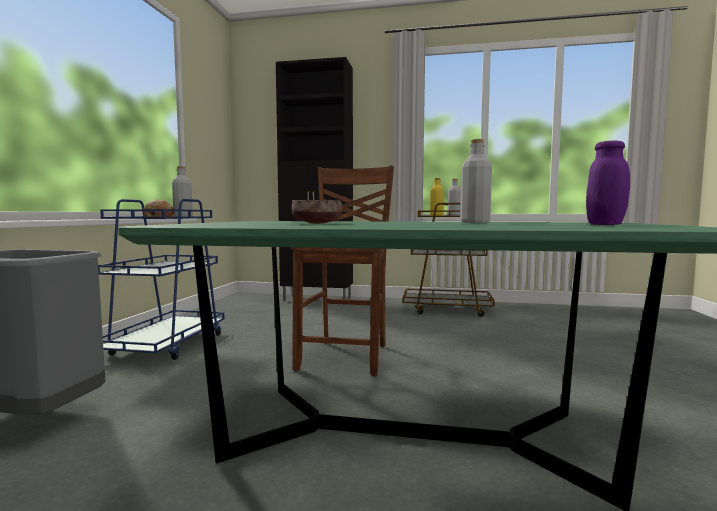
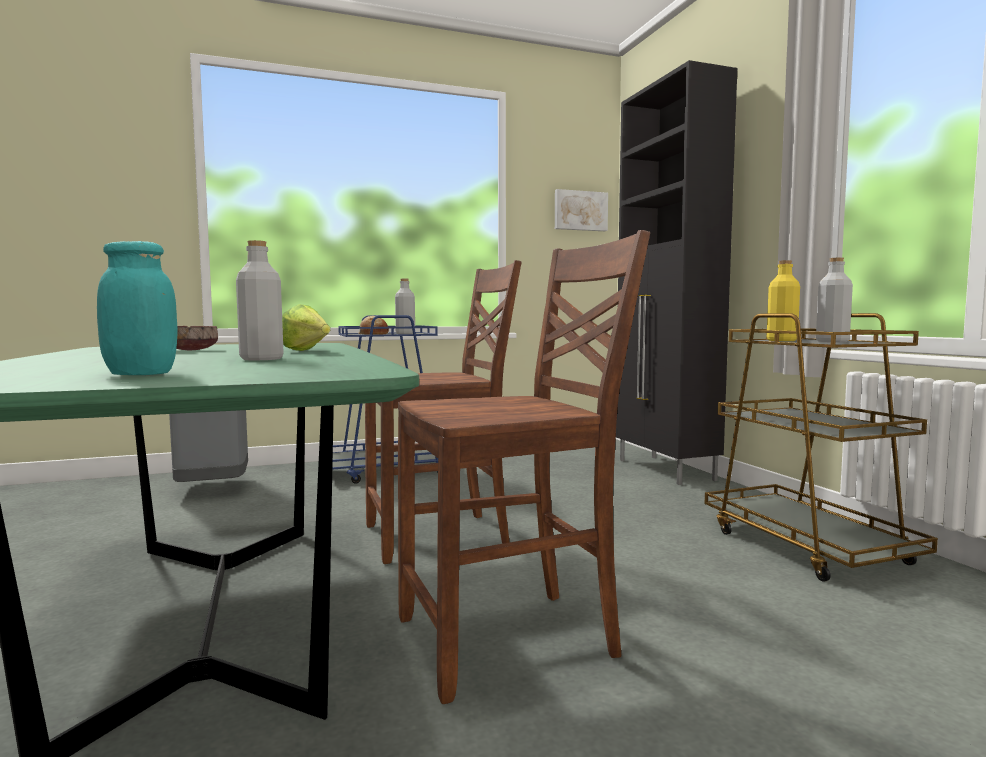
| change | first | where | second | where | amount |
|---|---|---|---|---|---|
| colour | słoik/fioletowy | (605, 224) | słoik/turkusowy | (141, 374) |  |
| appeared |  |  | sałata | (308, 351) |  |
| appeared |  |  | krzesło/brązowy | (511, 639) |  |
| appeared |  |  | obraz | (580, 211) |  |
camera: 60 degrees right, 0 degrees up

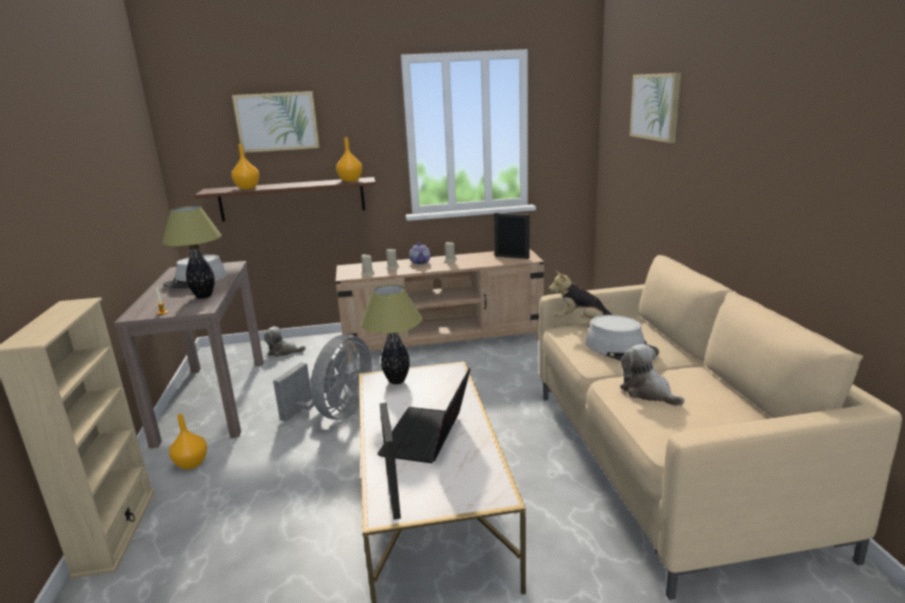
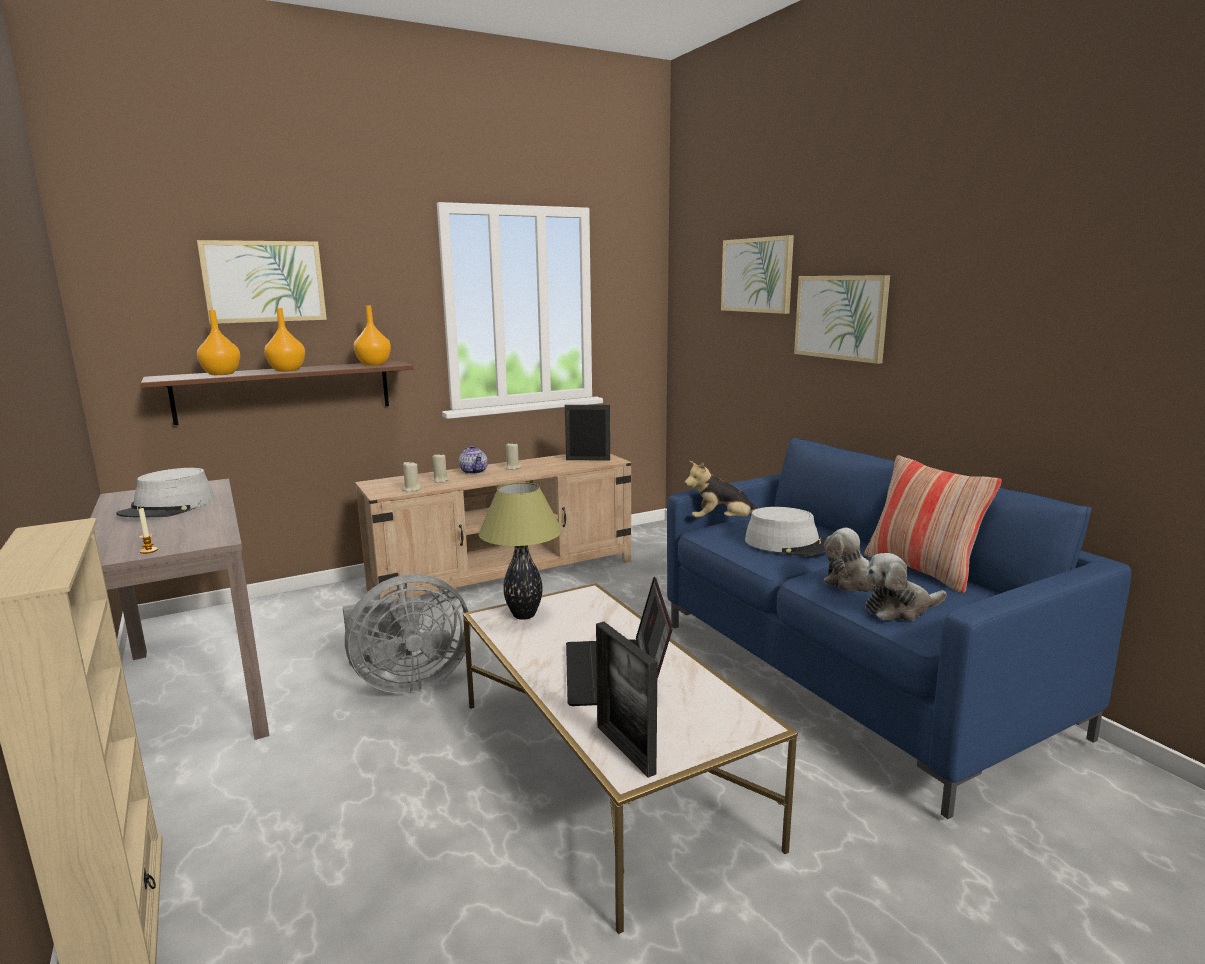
| change | first | where | second | where | amount |
|---|---|---|---|---|---|
| missing | lampa stołowa | (204, 296) |  |  |  |
| relocated | wazon/pomarańczowy | (191, 464) |  | (286, 370) |  |
| relocated | pluszak | (283, 351) |  | (899, 609) |  |
| spun | wentylator/szary | (336, 413) |  | (407, 681) | 60 degrees clockwise |
| colour | kanapa/beżowy | (665, 464) | kanapa/niebieski | (849, 677) |  |
| appeared |  |  | obraz | (840, 317) |  |
| appeared |  |  | poduszka | (921, 570) |  |
camera: 20 degrees left, 5 degrees down

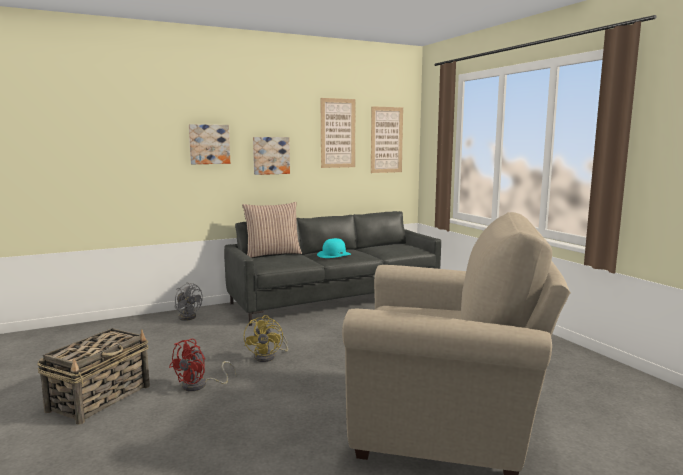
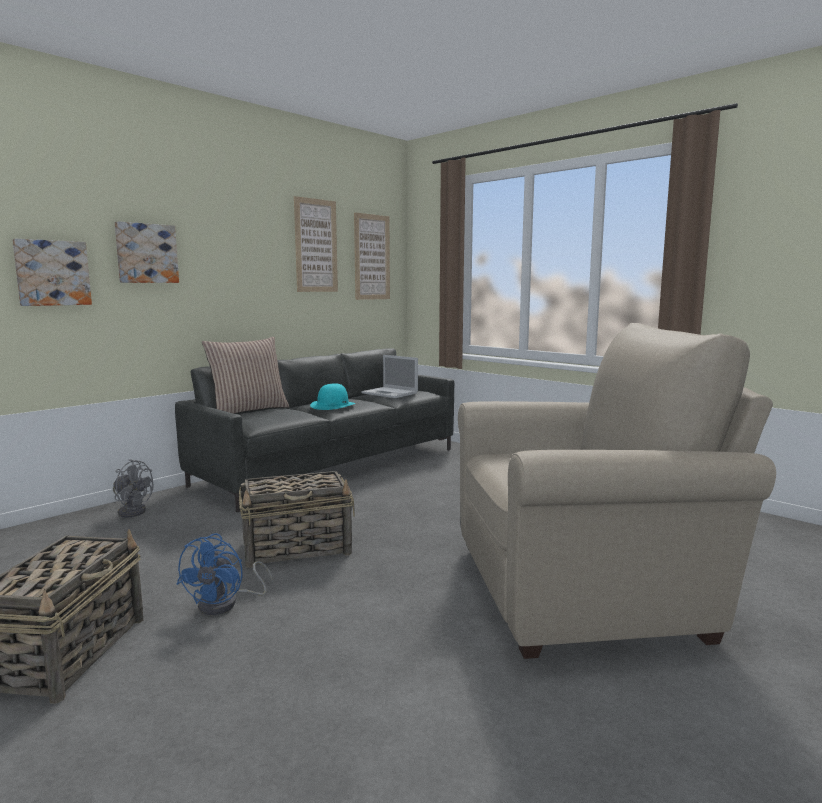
| change | first | where | second | where | amount |
|---|---|---|---|---|---|
| colour | wentylator/czerwony | (200, 385) | wentylator/niebieski | (226, 604) |  |
| exchanged | wentylator/żółty | (268, 356) | koszyk | (298, 548) |  |
| relocated | obraz | (271, 155) |  | (52, 273) |  |
| appeared |  |  | laptop | (390, 393) |  |
camera: 20 degrees left, 0 degrees up

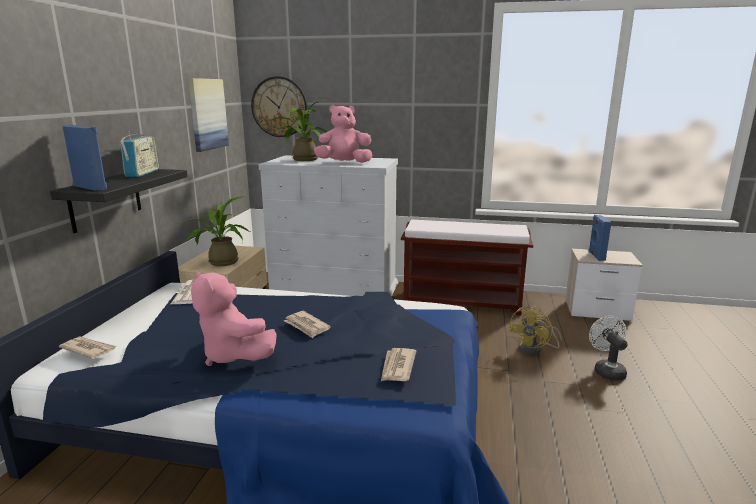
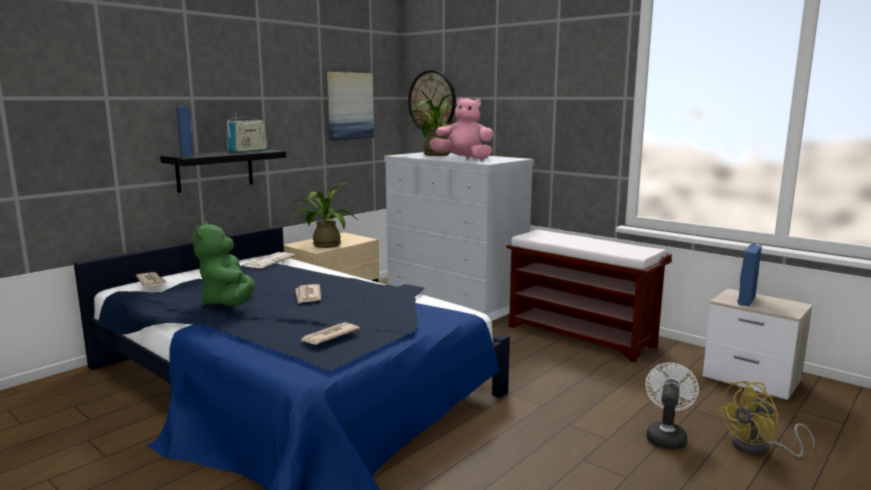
| change | first | where | second | where | amount |
|---|---|---|---|---|---|
| colour | pluszak/różowy | (234, 355) | pluszak/zielony | (229, 303) |  |
| relocated | wentylator/żółty | (535, 349) |  | (759, 448) |  |
camera: 30 degrees right, 5 degrees down

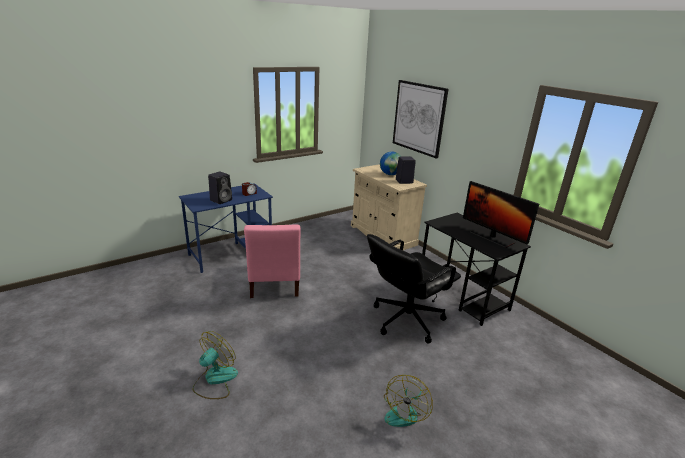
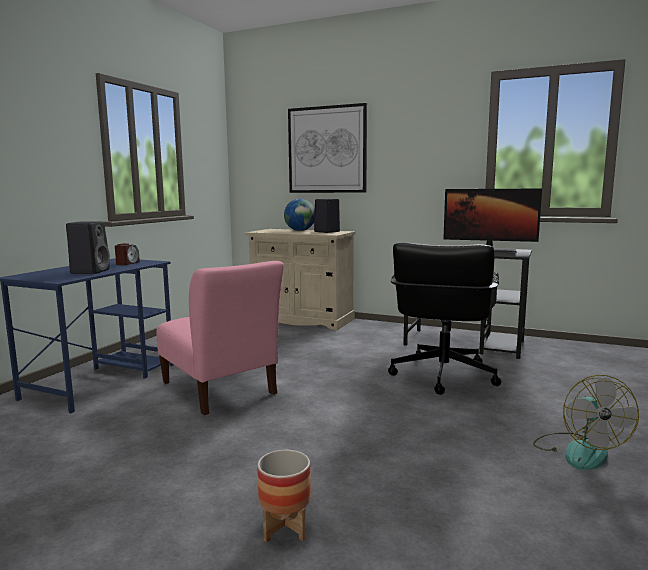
| change | first | where | second | where | amount |
|---|---|---|---|---|---|
| exchanged | wentylator | (215, 380) | donica | (285, 528) |  |
camera: 30 degrees left, 15 degrees down

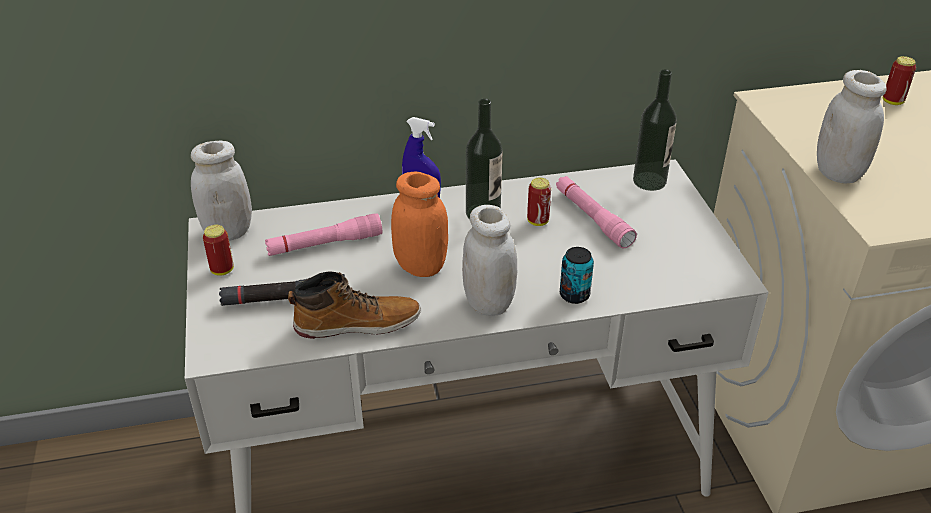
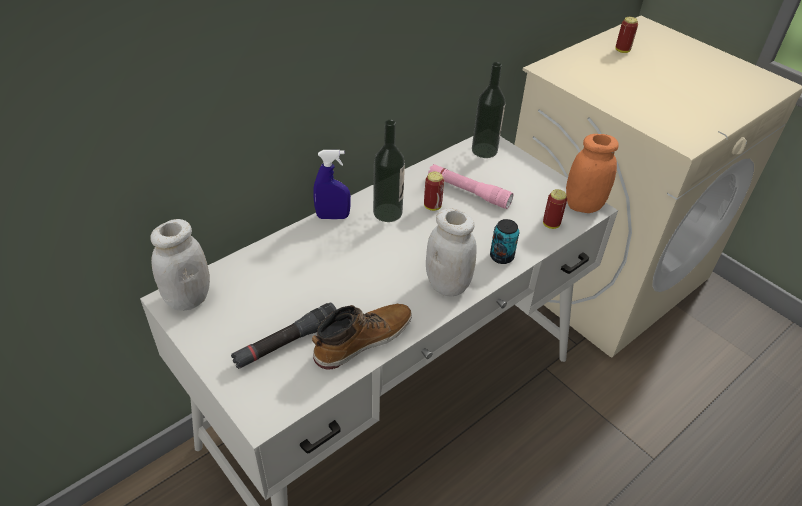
| change | first | where | second | where | amount |
|---|---|---|---|---|---|
| relocated | puszka | (222, 270) |  | (551, 224) |  |
| missing | latarka/różowy | (325, 244) |  |  |  |
| relocated | słoik/pomarańczowy | (420, 266) |  | (583, 205) |  |
| missing | słoik/biały | (838, 173) |  |  |  |
camera: 30 degrees left, 5 degrees up

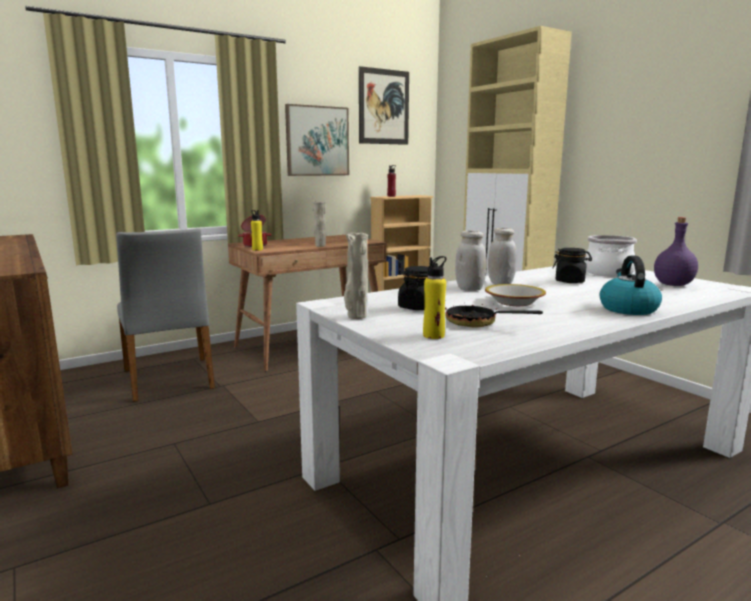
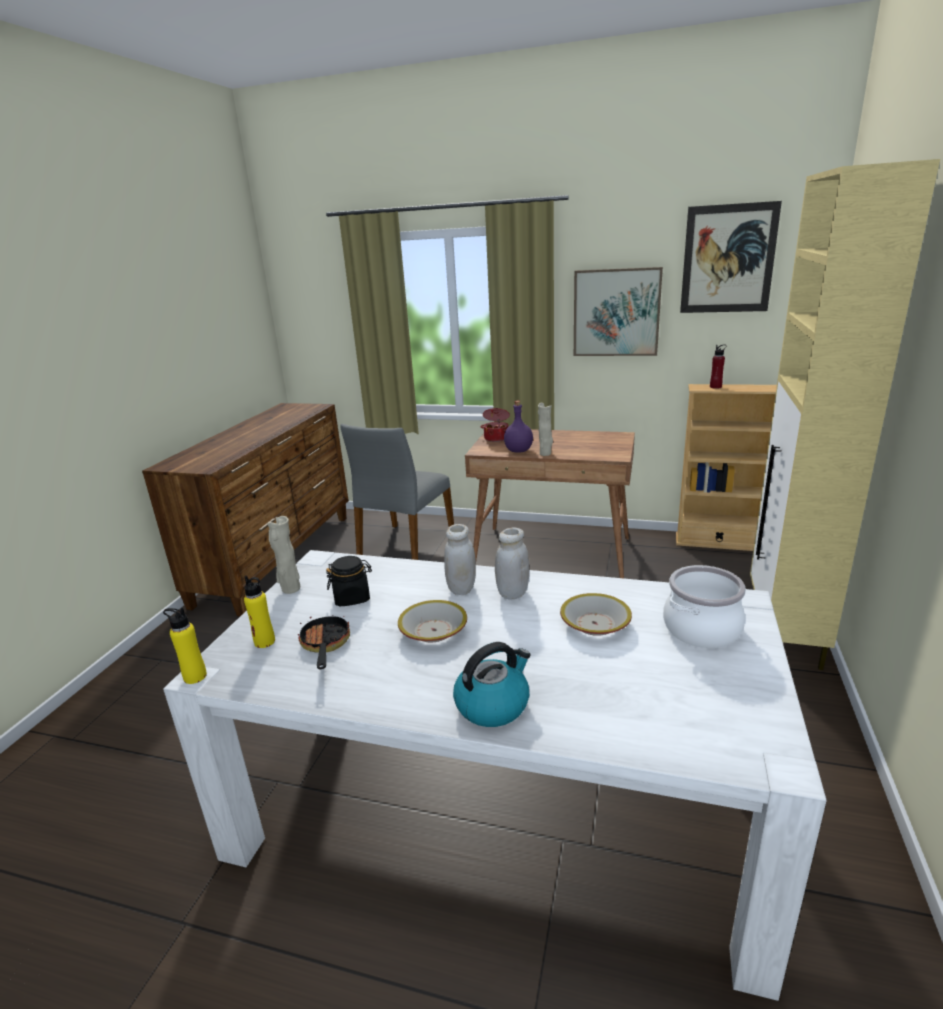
| change | first | where | second | where | amount |
|---|---|---|---|---|---|
| relocated | butelka/żółty | (257, 249) |  | (195, 676) |  |
| exchanged | słoik/czarny | (570, 281) | miska | (594, 624) |  |
| relocated | butelka/fioletowy | (672, 284) |  | (519, 450) |  |
camera: 50 degrees right, 10 degrees up

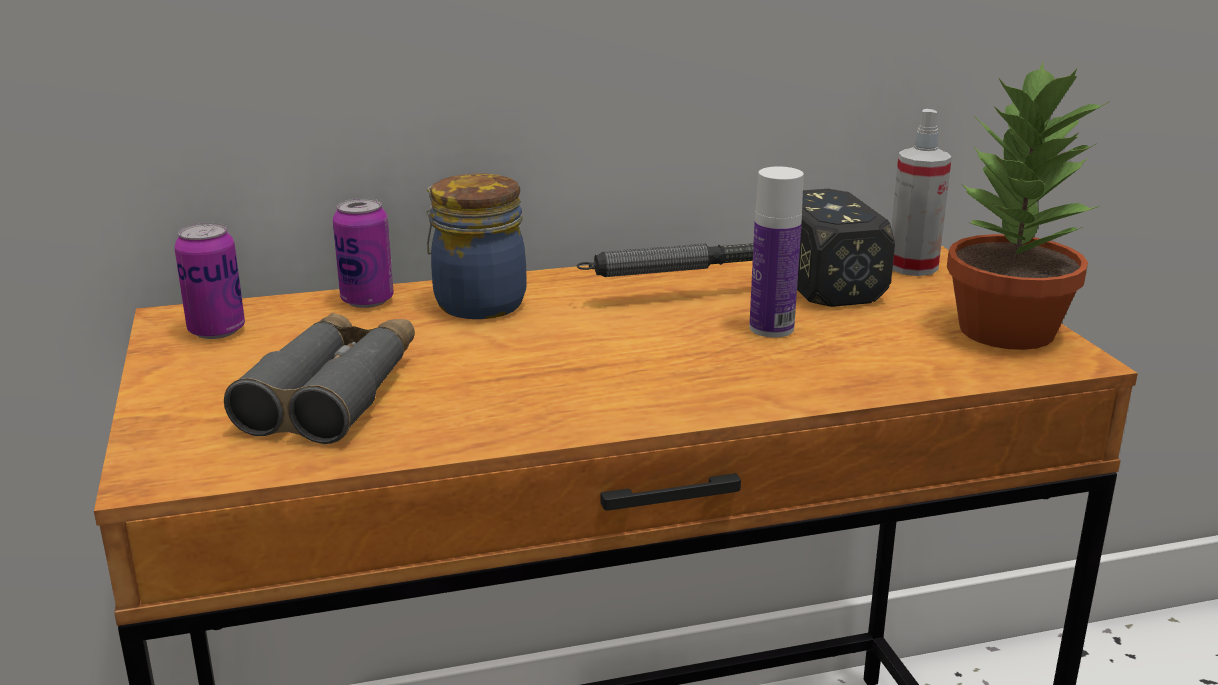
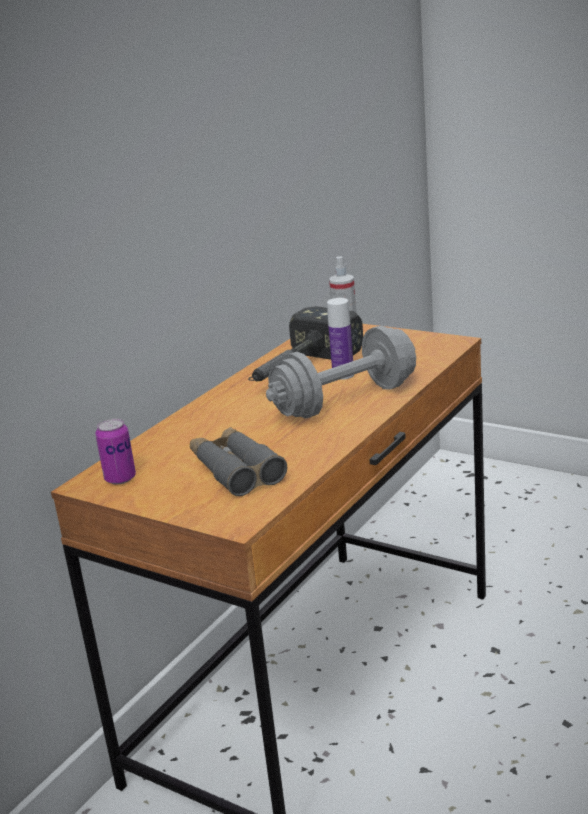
| change | first | where | second | where | amount |
|---|---|---|---|---|---|
| missing | puszka | (367, 300) |  |  |  |
| missing | słoik | (476, 303) |  |  |  |
| missing | roślina doniczkowa | (1005, 331) |  |  |  |
| appeared |  |  | hantel/szary | (345, 401) |  |
camera: 40 degrees left, 0 degrees up

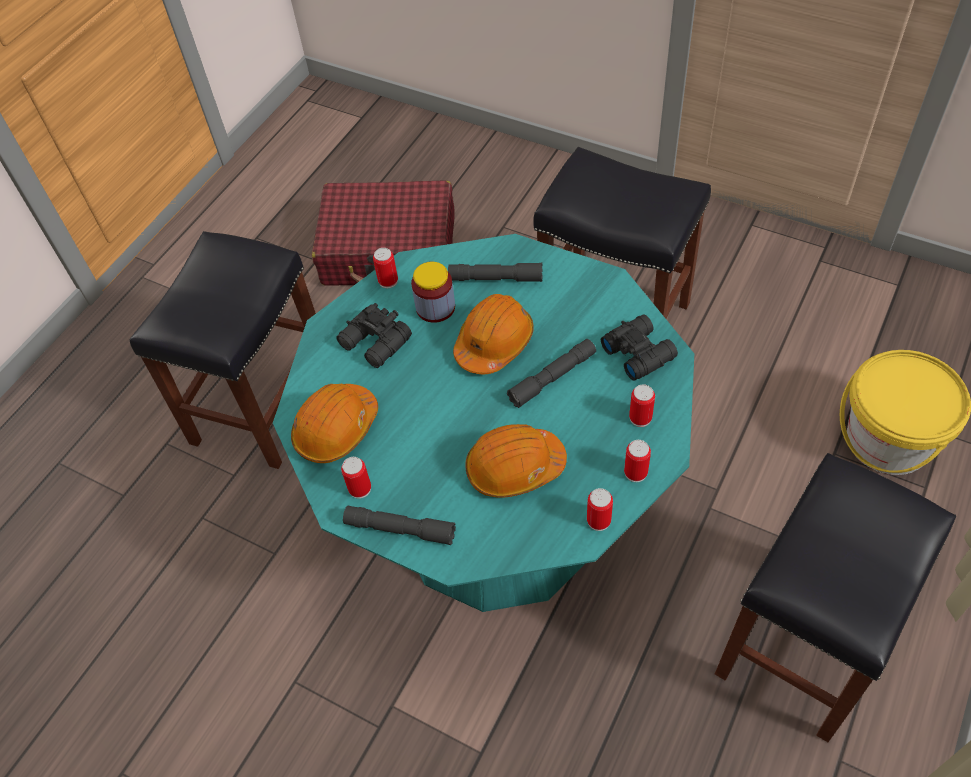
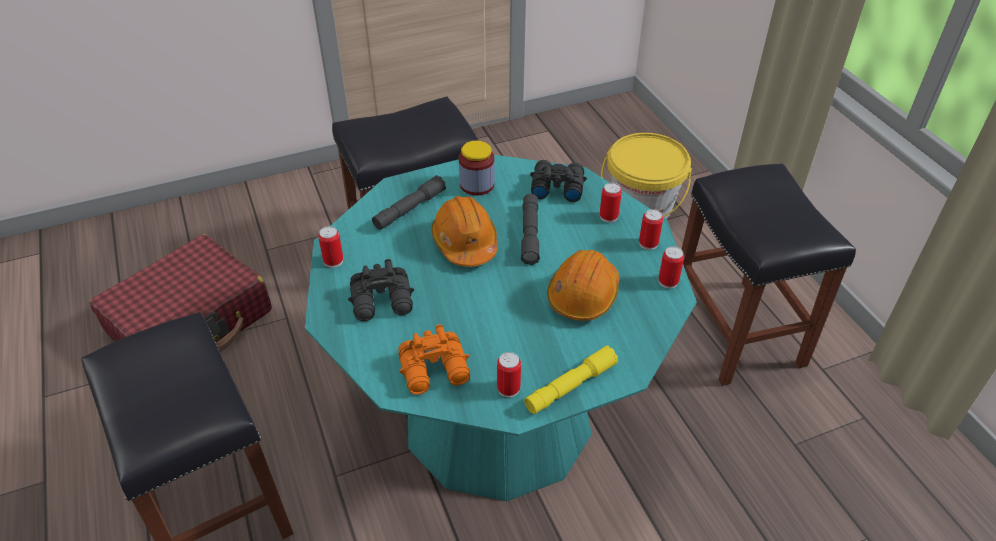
| change | first | where | second | where | amount |
|---|---|---|---|---|---|
| exchanged | kask/pomarańczowy | (336, 429) | lornetka/pomarańczowy | (436, 371) |  |
| colour | latarka/szary | (400, 529) | latarka/żółty | (570, 386) |  |
| relocated | słoik | (435, 307) |  | (477, 185) |  |
camera: 55 degrees left, 10 degrees down

